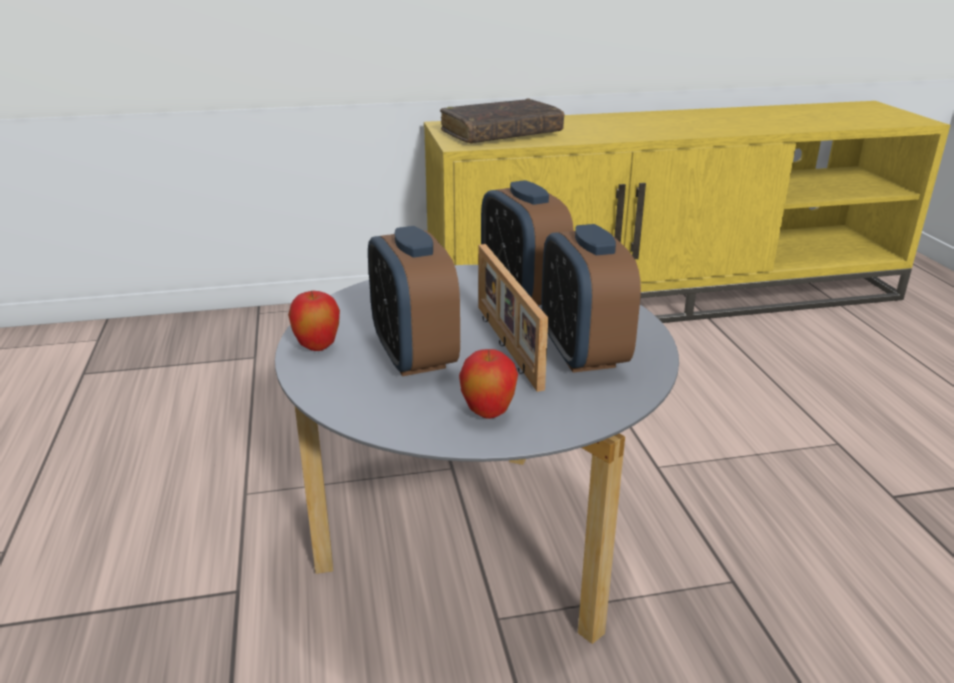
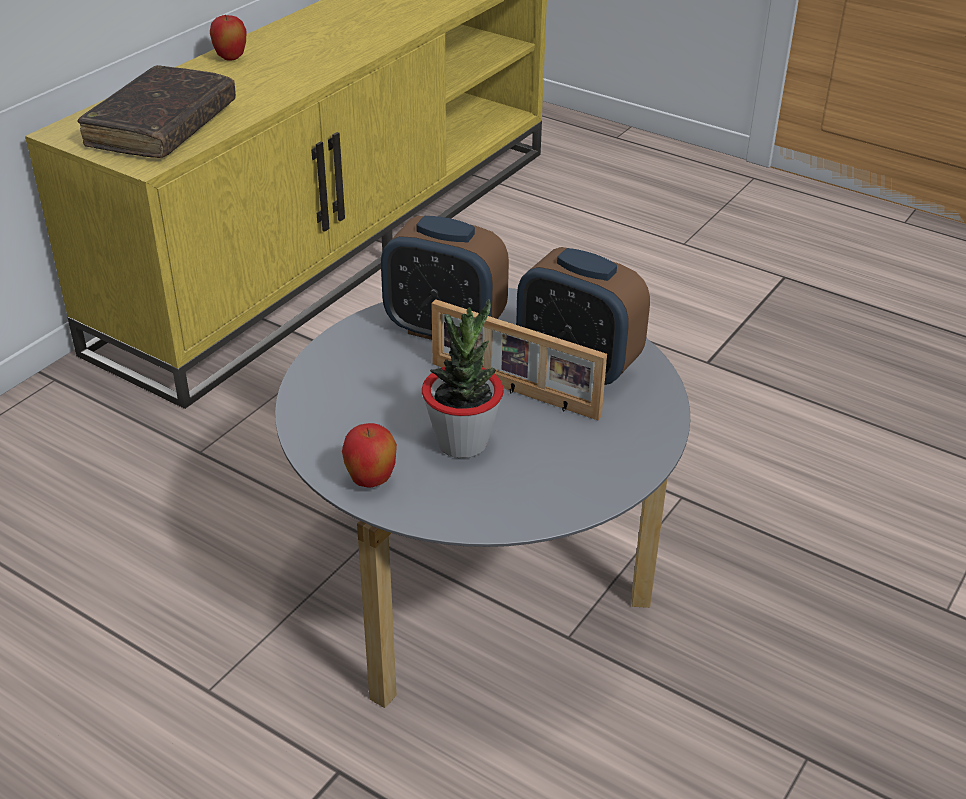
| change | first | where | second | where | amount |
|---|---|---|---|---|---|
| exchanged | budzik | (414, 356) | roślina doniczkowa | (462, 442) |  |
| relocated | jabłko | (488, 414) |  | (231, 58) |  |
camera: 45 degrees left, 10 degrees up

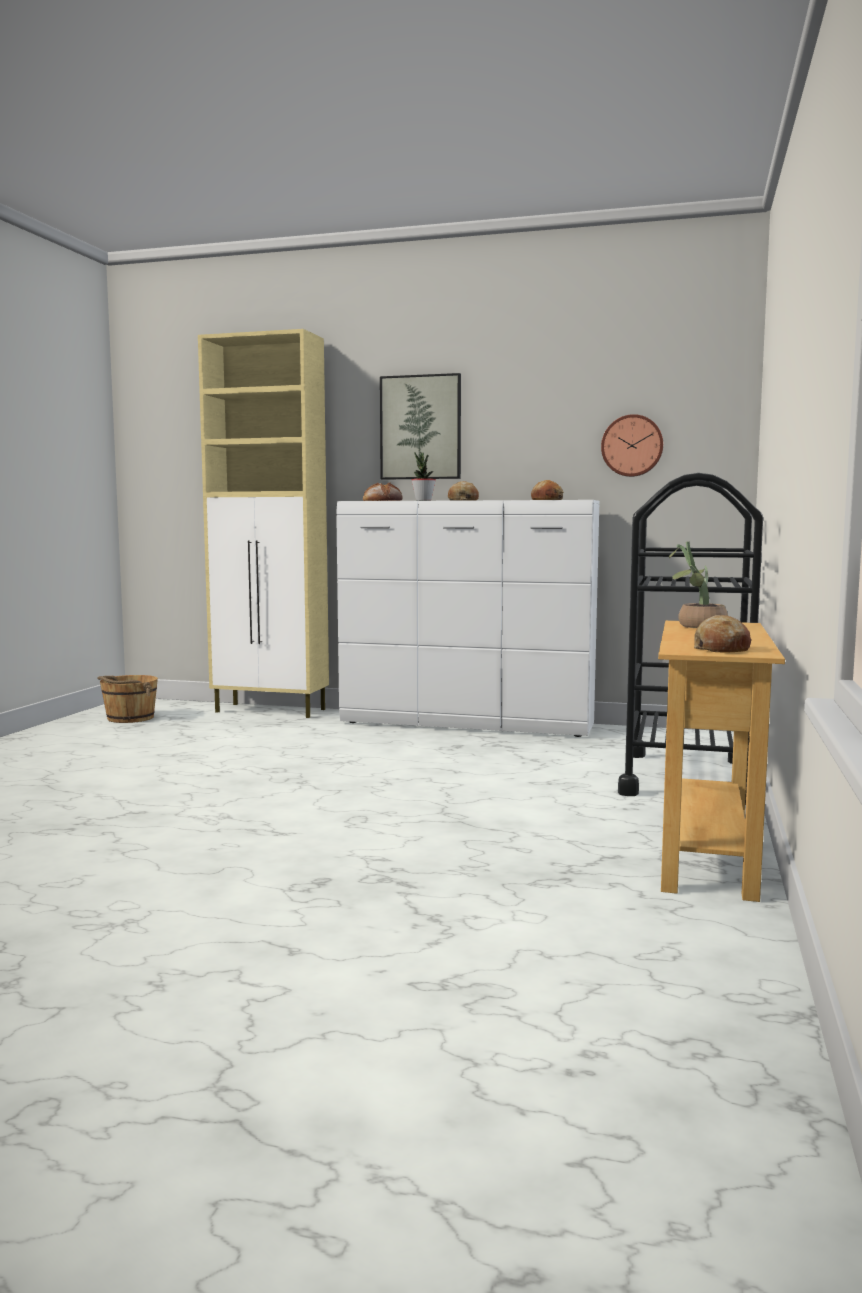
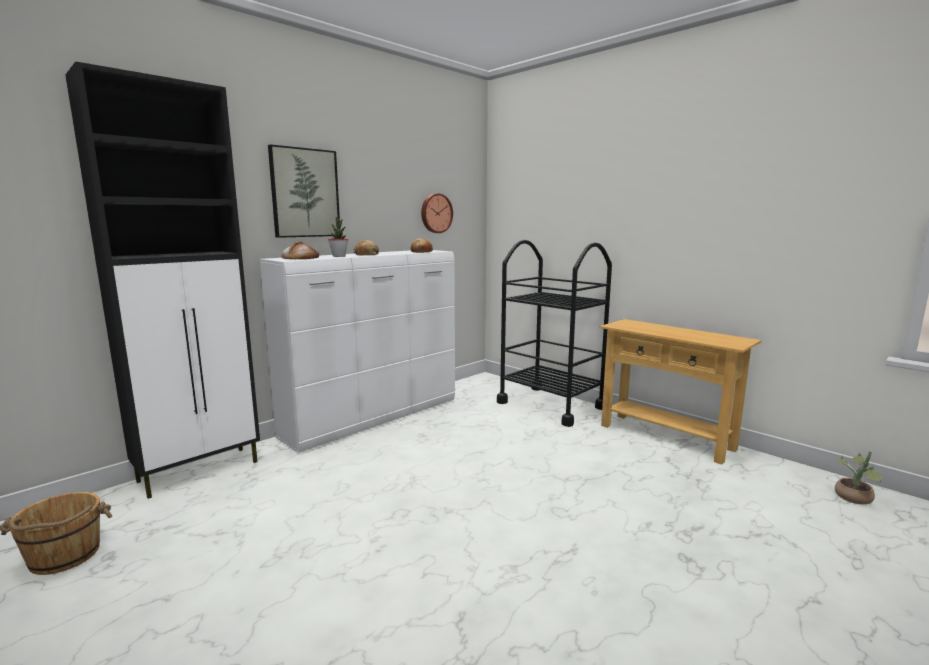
| change | first | where | second | where | amount |
|---|---|---|---|---|---|
| colour | szafka/beżowy | (272, 711) | szafka/czarny | (201, 471) |  |
| relocated | roślina doniczkowa | (696, 626) |  | (854, 499) |  |
| missing | chleb | (721, 649) |  |  |  |
camera: 60 degrees left, 5 degrees up

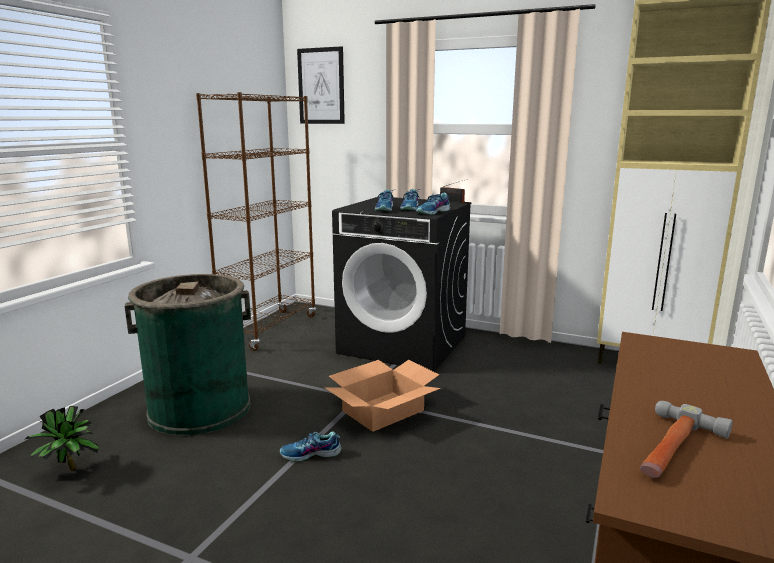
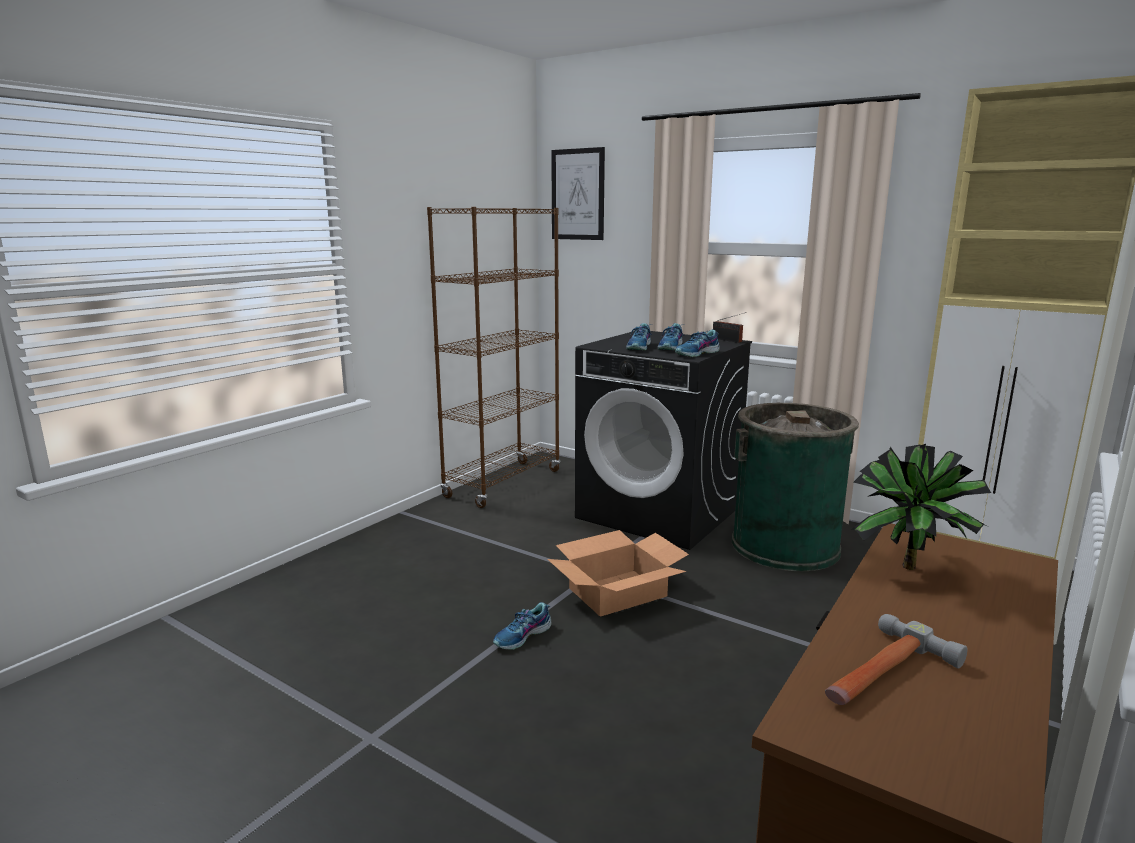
| change | first | where | second | where | amount |
|---|---|---|---|---|---|
| relocated | roślina doniczkowa | (69, 472) |  | (909, 571) |  |
| relocated | kosz na śmieci/zielony | (200, 409) |  | (785, 546) |  |
| spun | but | (311, 454) |  | (523, 636) | 45 degrees counterclockwise |
camera: 10 degrees right, 0 degrees up

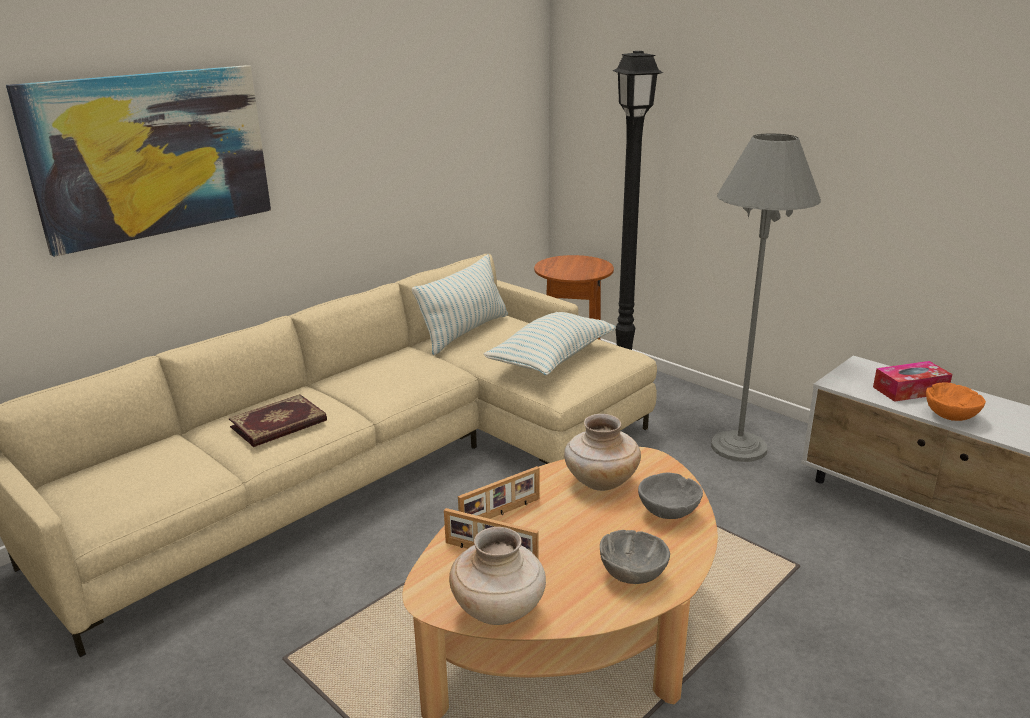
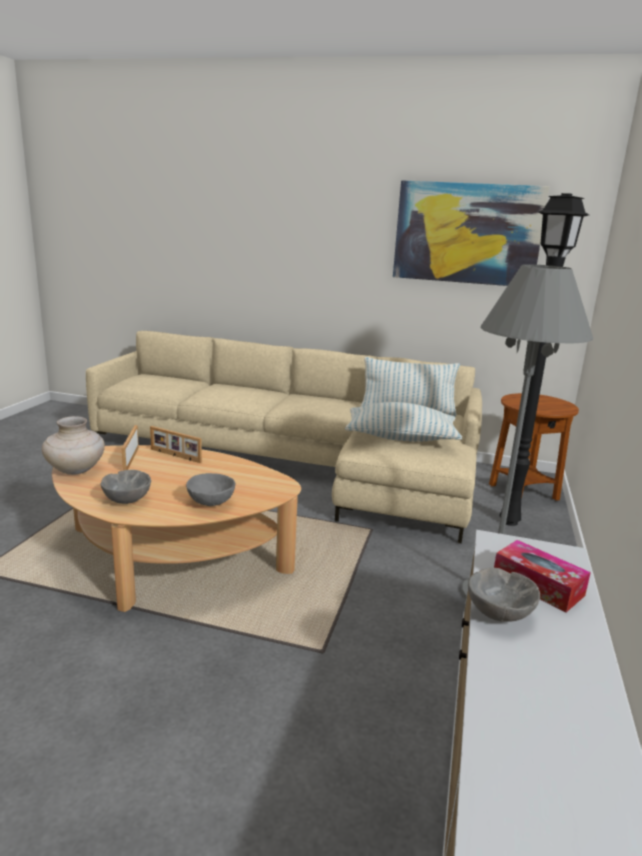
| change | first | where | second | where | amount |
|---|---|---|---|---|---|
| relocated | obraz | (153, 155) |  | (467, 234) |  |
| missing | książka | (279, 424) |  |  |  |
| missing | wazon/beżowy | (600, 482) |  |  |  |
| colour | miska/pomarańczowy | (949, 416) | miska/szary | (499, 613) |  |
camera: 60 degrees right, 5 degrees down

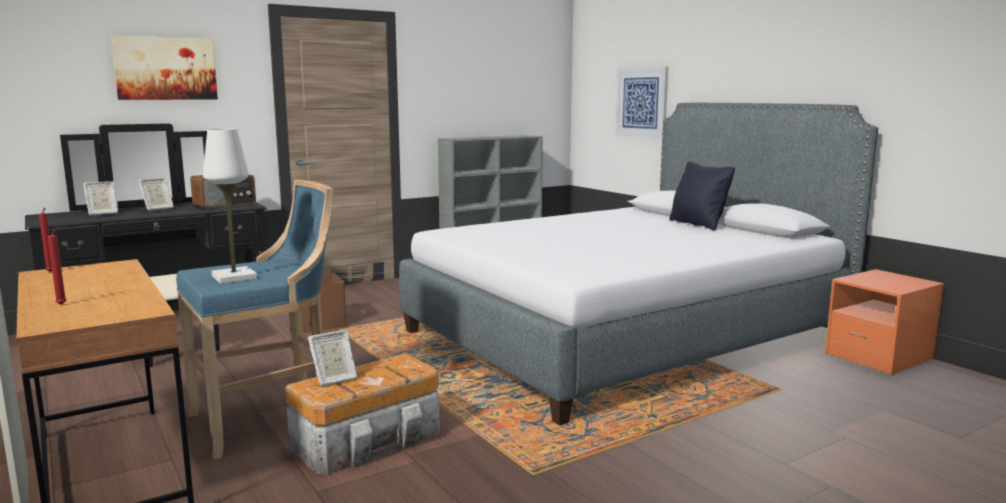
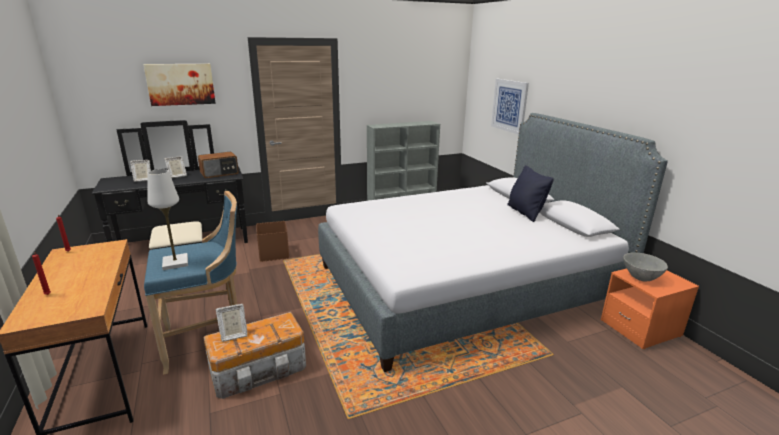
| change | first | where | second | where | amount |
|---|---|---|---|---|---|
| appeared |  |  | miska/szary | (640, 278) |  |
camera: 10 degrees right, 10 degrees up

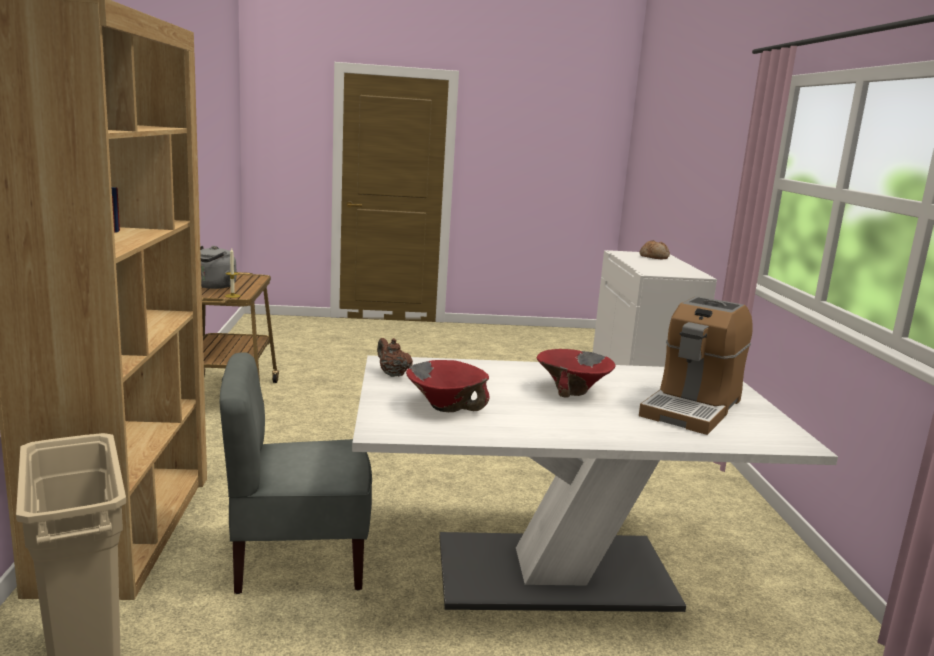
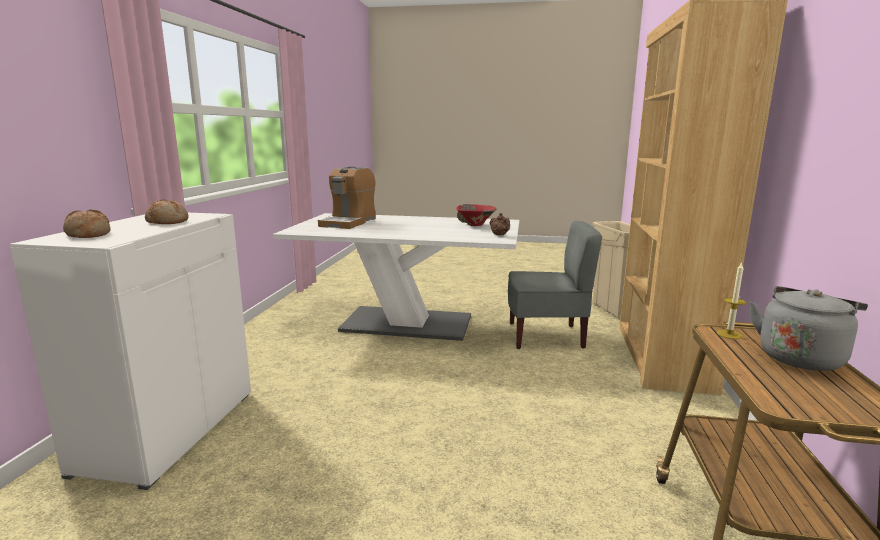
| change | first | where | second | where | amount |
|---|---|---|---|---|---|
| missing | miska/czerwony | (572, 391) |  |  |  |
| spun | ekspres do kawy | (692, 408) |  | (349, 222) | 150 degrees clockwise |
| appeared |  |  | chleb | (168, 221) |  |
camera: 165 degrees left, 0 degrees up

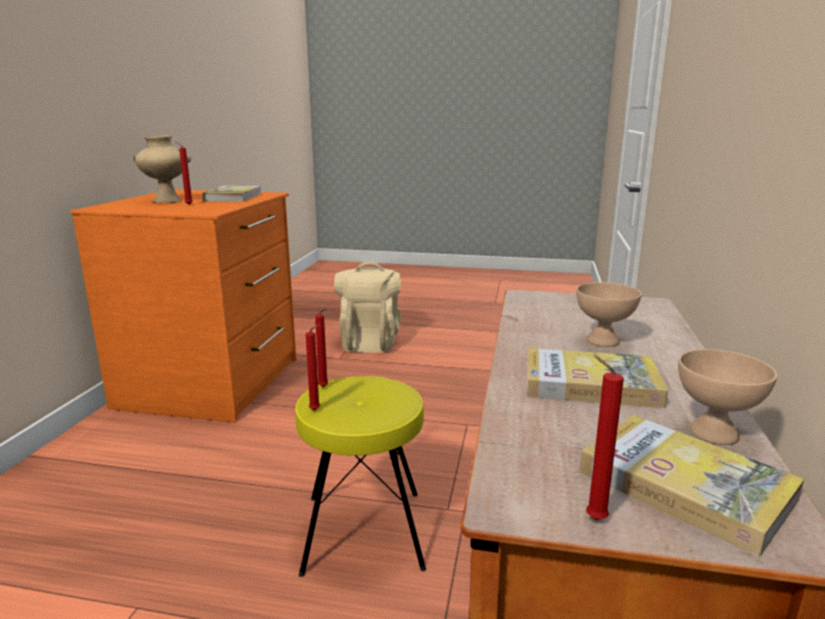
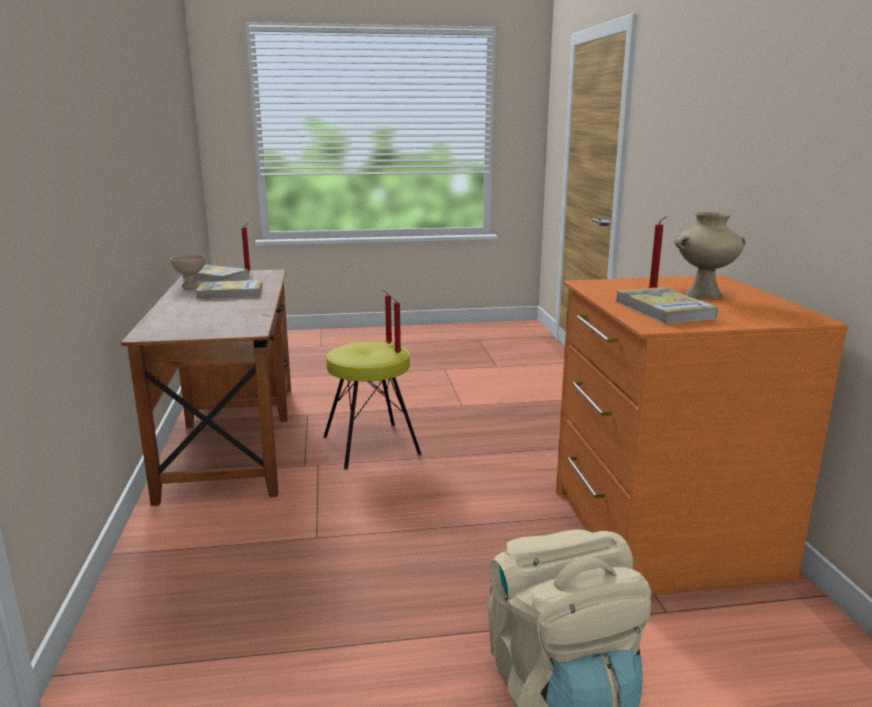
| change | first | where | second | where | amount |
|---|---|---|---|---|---|
| missing | miska/beżowy | (604, 341) |  |  |  |
camera: 160 degrees right, 0 degrees up

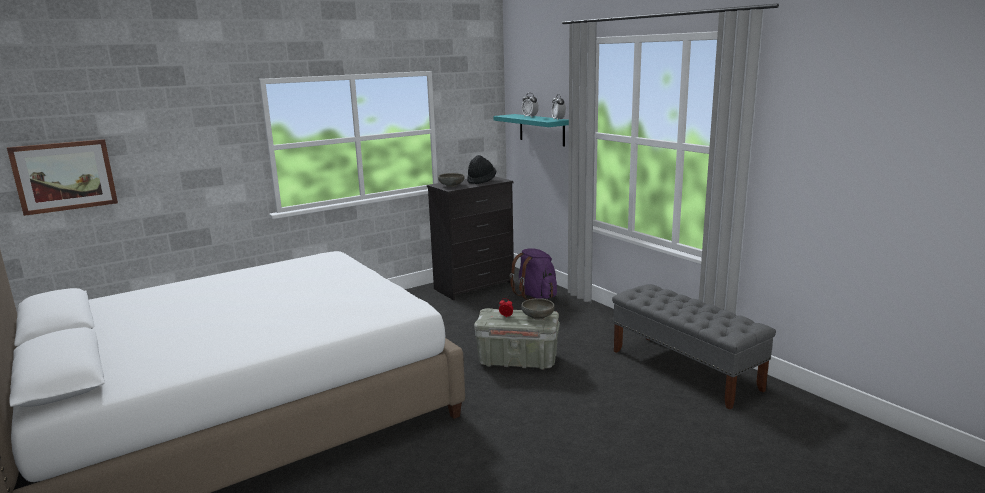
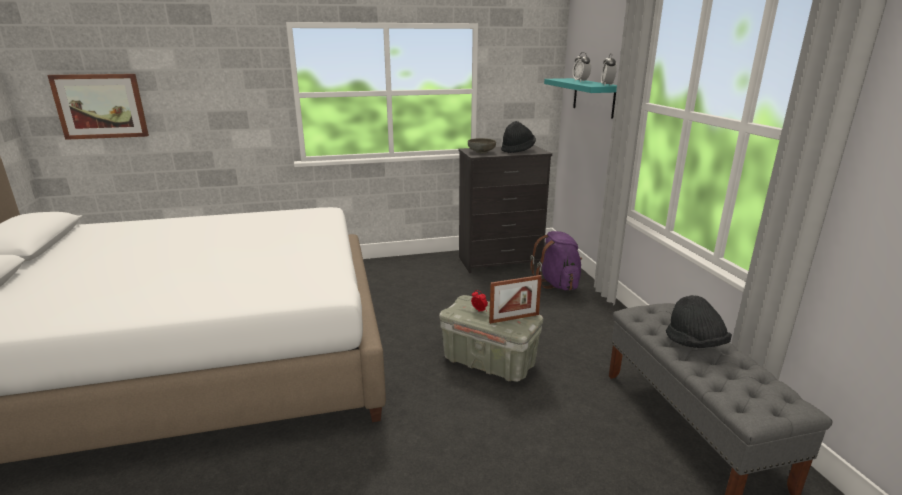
| change | first | where | second | where | amount |
|---|---|---|---|---|---|
| exchanged | miska/szary | (537, 316) | ramka na zdjęcie | (514, 318) |  |
| appeared |  |  | kapelusz/czarny | (694, 344) |  |
camera: 20 degrees right, 5 degrees up

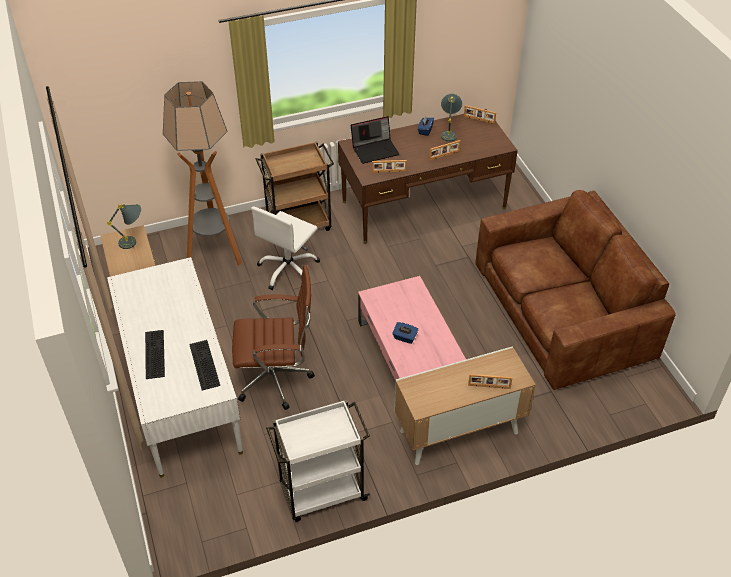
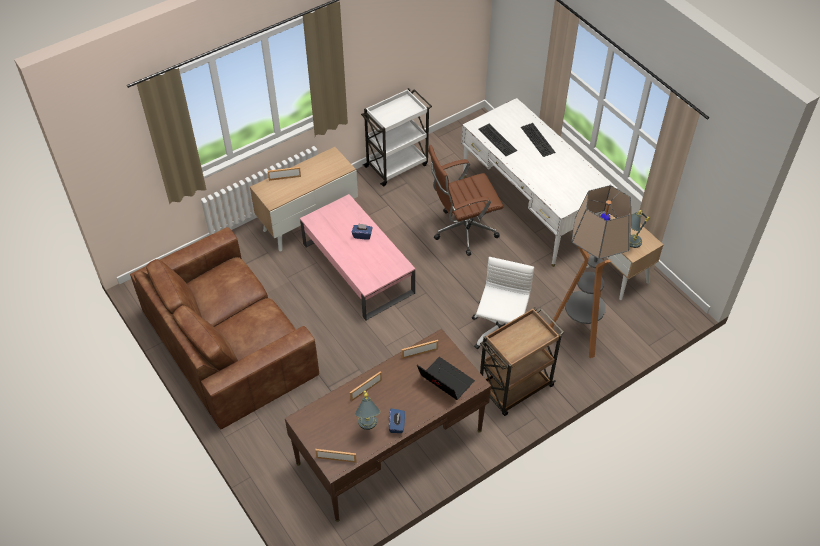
| change | first | where | second | where | amount |
|---|---|---|---|---|---|
| spun | laptop | (375, 150) |  | (444, 381) | 75 degrees clockwise |
camera: 165 degrees right, 5 degrees up

